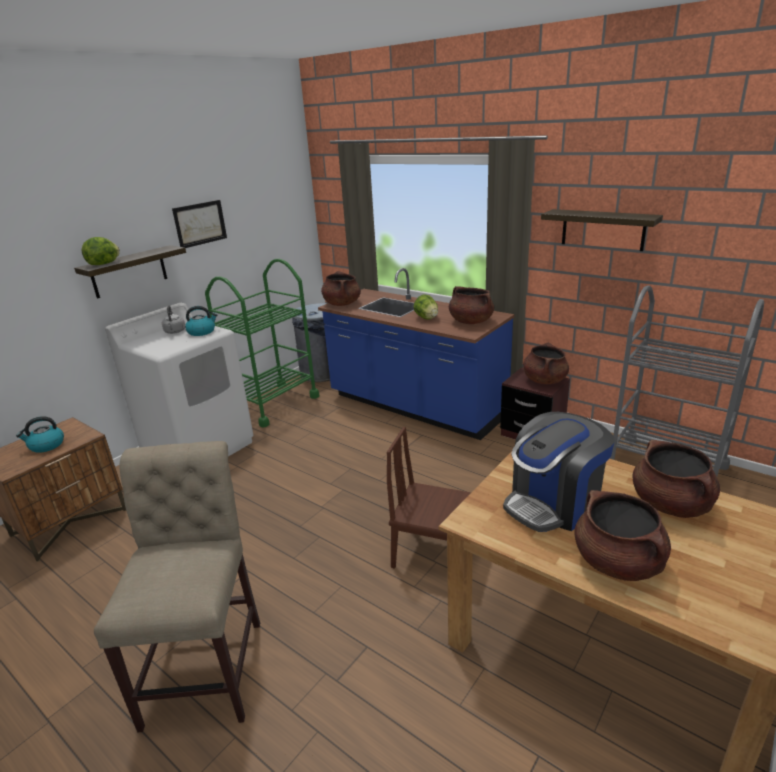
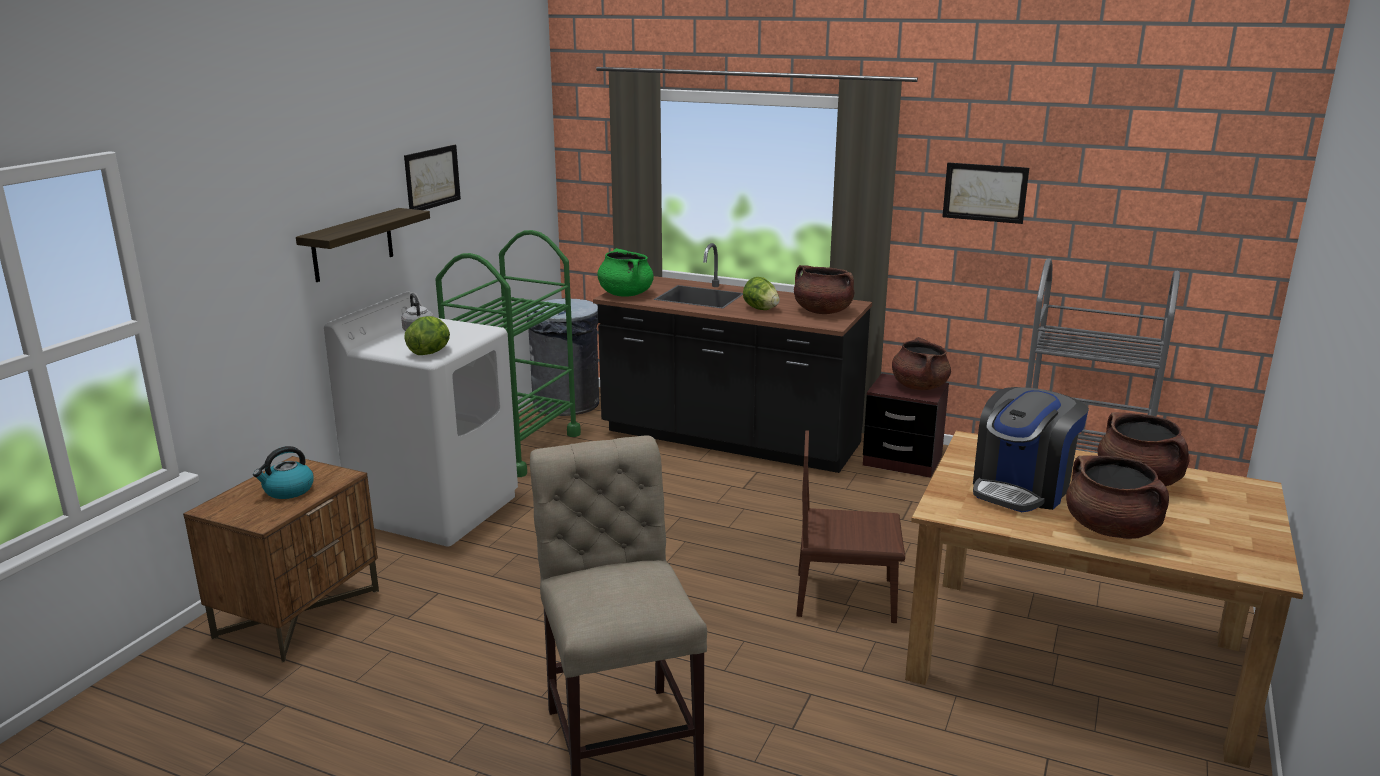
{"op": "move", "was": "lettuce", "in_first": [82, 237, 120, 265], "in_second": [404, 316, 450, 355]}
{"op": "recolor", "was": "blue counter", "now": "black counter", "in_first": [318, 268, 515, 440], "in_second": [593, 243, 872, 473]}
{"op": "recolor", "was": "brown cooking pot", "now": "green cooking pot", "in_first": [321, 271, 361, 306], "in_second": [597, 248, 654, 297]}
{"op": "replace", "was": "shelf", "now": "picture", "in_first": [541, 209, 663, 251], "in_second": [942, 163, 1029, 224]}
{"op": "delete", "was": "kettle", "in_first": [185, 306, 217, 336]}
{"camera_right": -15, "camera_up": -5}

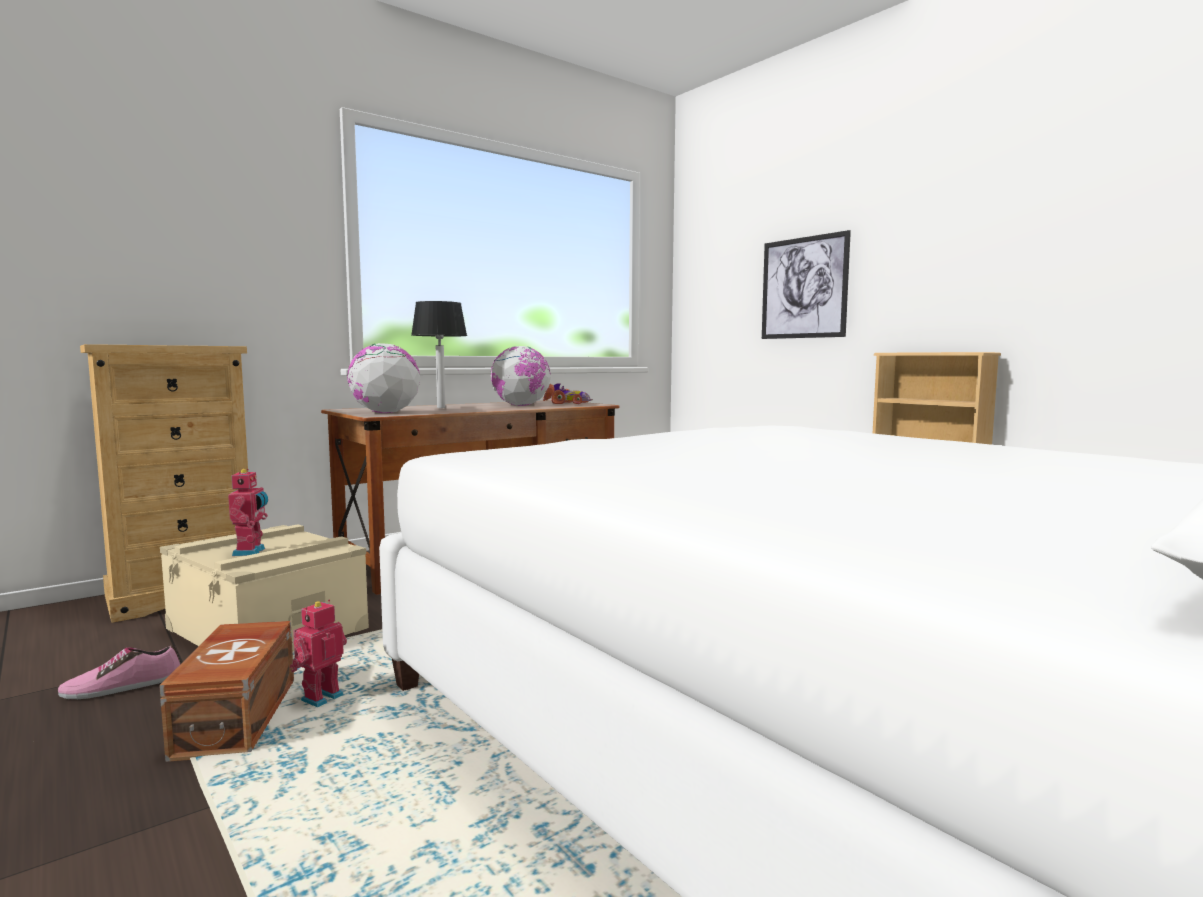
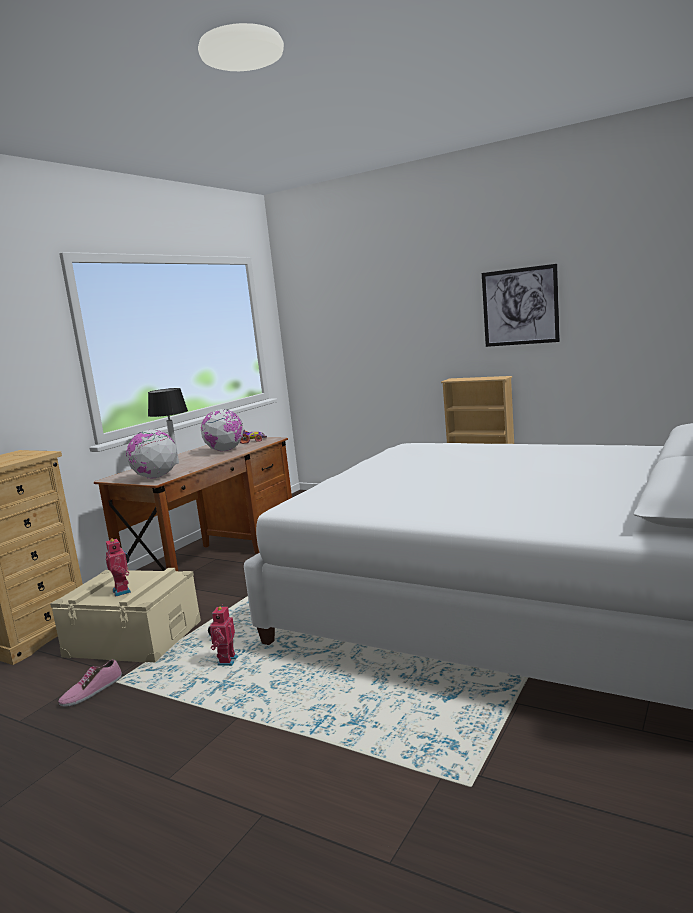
{"op": "move", "was": "picture", "in_first": [762, 230, 851, 339], "in_second": [482, 264, 560, 347]}
{"op": "delete", "was": "brown storage box", "in_first": [159, 621, 294, 762]}
{"camera_right": -20, "camera_up": 5}

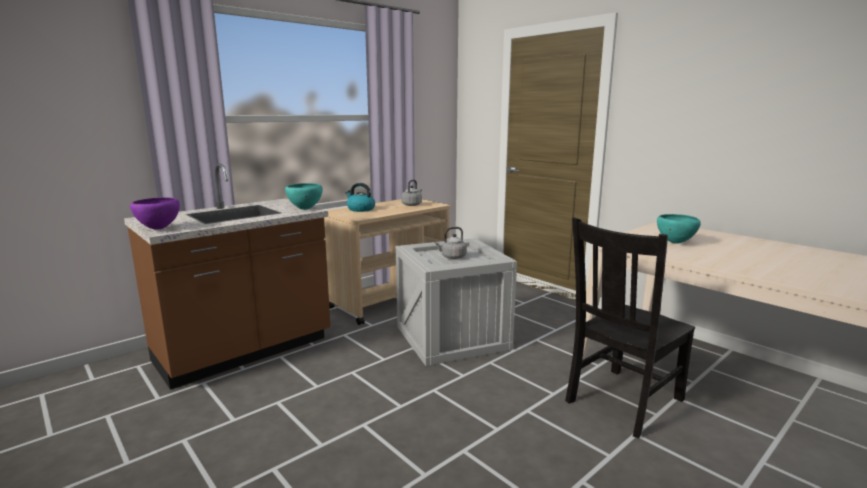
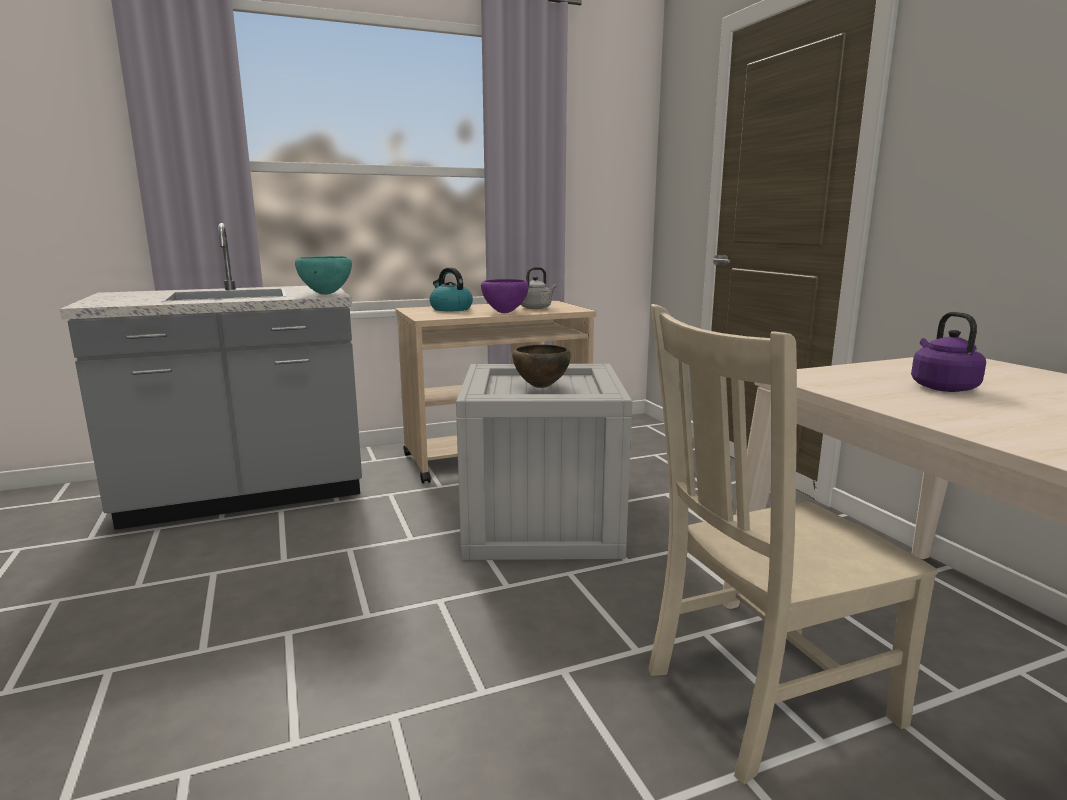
{"op": "recolor", "was": "brown counter", "now": "grey counter", "in_first": [124, 163, 331, 390], "in_second": [59, 223, 362, 530]}
{"op": "move", "was": "purple bowl", "in_first": [130, 197, 180, 230], "in_second": [481, 279, 529, 313]}
{"op": "replace", "was": "grey kettle", "now": "brown bowl", "in_first": [435, 227, 467, 259], "in_second": [512, 345, 571, 388]}
{"op": "recolor", "was": "black chair", "now": "beige chair", "in_first": [565, 217, 695, 438], "in_second": [648, 304, 938, 784]}
{"op": "replace", "was": "turquoise bowl", "now": "purple kettle", "in_first": [657, 214, 701, 244], "in_second": [911, 312, 986, 392]}
{"camera_right": 20, "camera_up": 0}

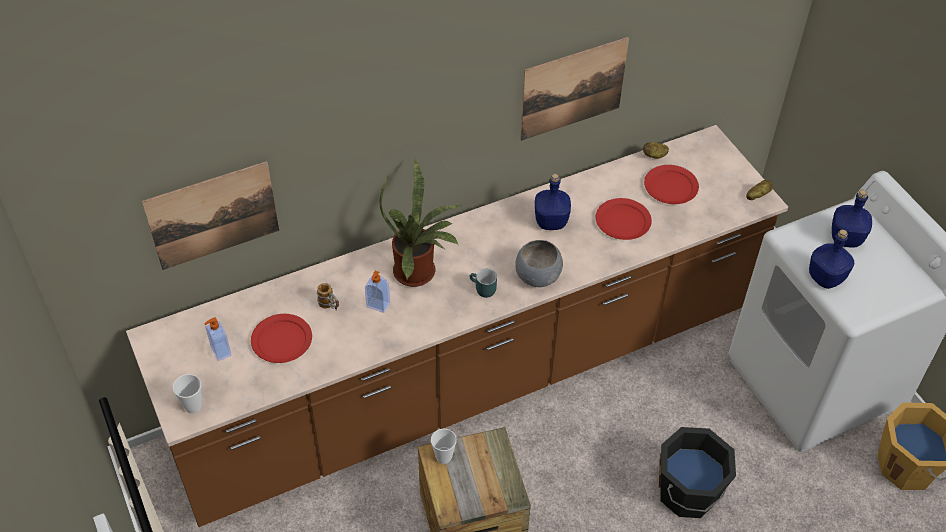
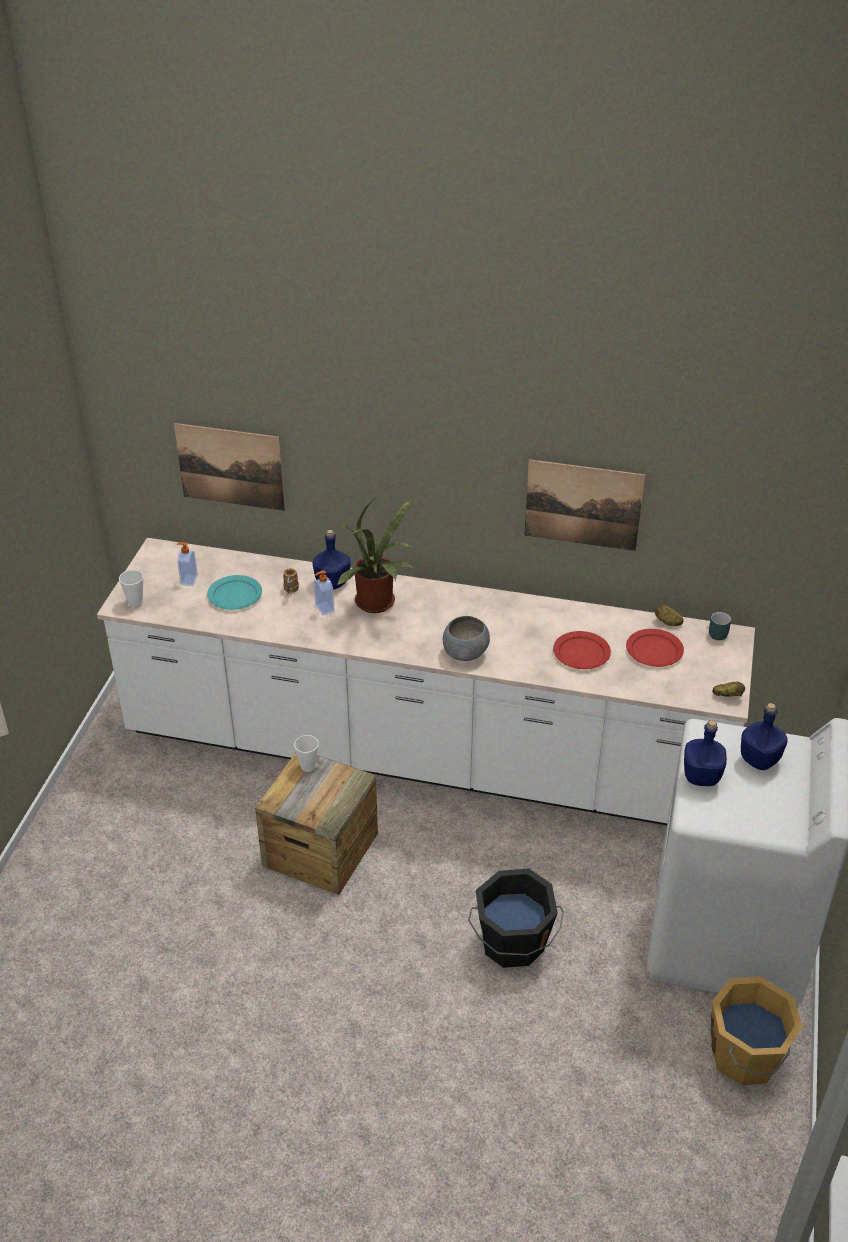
{"op": "recolor", "was": "brown counter", "now": "white counter", "in_first": [126, 125, 788, 527], "in_second": [97, 538, 755, 825]}
{"op": "recolor", "was": "red plate", "now": "turquoise plate", "in_first": [251, 314, 312, 363], "in_second": [207, 575, 262, 610]}
{"op": "move", "was": "blue bottle", "in_first": [535, 174, 571, 230], "in_second": [313, 530, 351, 590]}
{"op": "move", "was": "turquoise mug", "in_first": [470, 269, 497, 298], "in_second": [709, 612, 731, 640]}
{"camera_right": 40, "camera_up": -10}

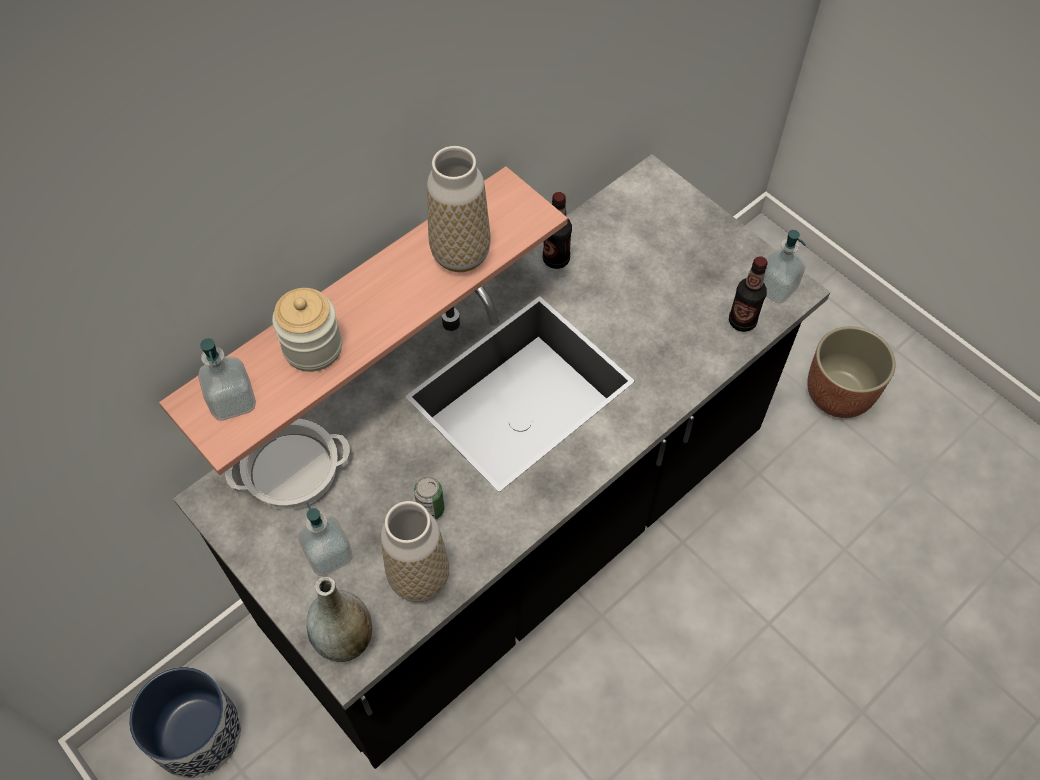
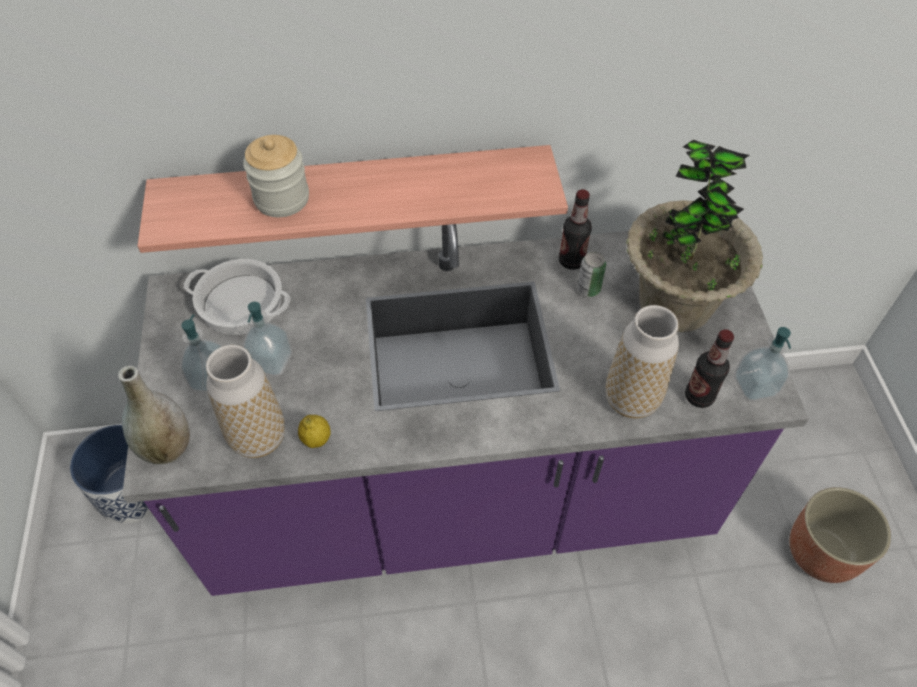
{"op": "recolor", "was": "black counter", "now": "purple counter", "in_first": [173, 154, 830, 769], "in_second": [122, 224, 809, 596]}
{"op": "move", "was": "soap dispenser", "in_first": [198, 338, 256, 421], "in_second": [242, 302, 293, 377]}
{"op": "insert", "now": "lemon", "in_second": [298, 415, 331, 448]}
{"op": "move", "was": "can", "in_first": [414, 476, 445, 520], "in_second": [577, 252, 606, 297]}
{"op": "move", "was": "vase", "in_first": [427, 146, 491, 272], "in_second": [606, 305, 679, 418]}
{"op": "insert", "now": "potted plant", "in_second": [626, 139, 763, 332]}
{"camera_right": 35, "camera_up": -5}

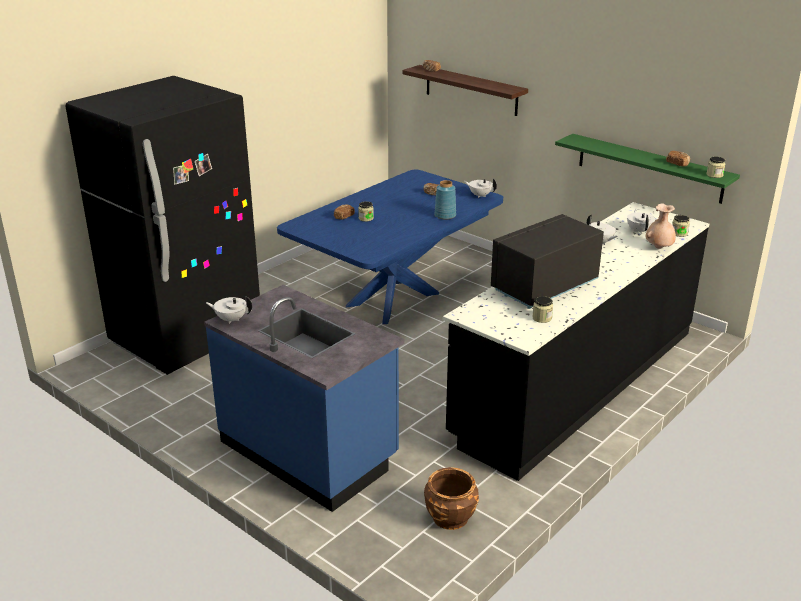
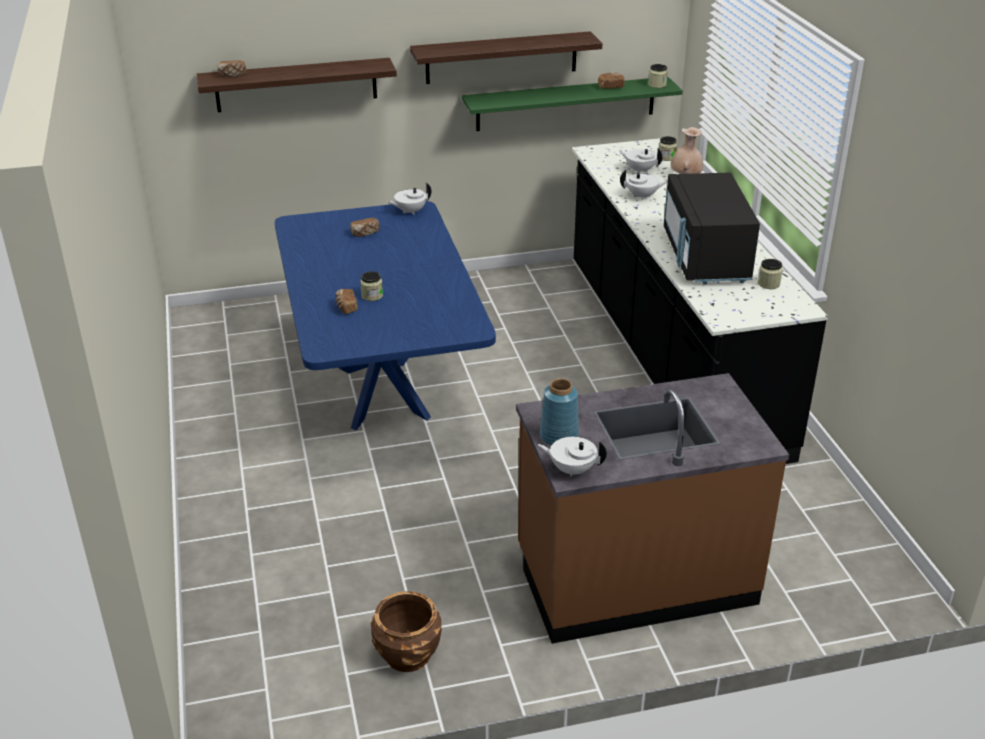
{"op": "move", "was": "brown planter", "in_first": [424, 467, 479, 530], "in_second": [371, 591, 441, 672]}
{"op": "insert", "now": "shelf", "in_second": [410, 31, 602, 84]}
{"op": "recolor", "was": "blue counter", "now": "brown counter", "in_first": [204, 285, 404, 512], "in_second": [516, 373, 789, 644]}
{"op": "rotate", "was": "white teapot", "in_first": [206, 296, 252, 324], "in_second": [538, 437, 607, 477], "clockwise": 60}
{"op": "move", "was": "blue vase", "in_first": [434, 180, 456, 220], "in_second": [540, 378, 579, 446]}
{"op": "delete", "was": "black fridge", "in_first": [66, 76, 260, 375]}
{"camera_right": -55, "camera_up": 5}

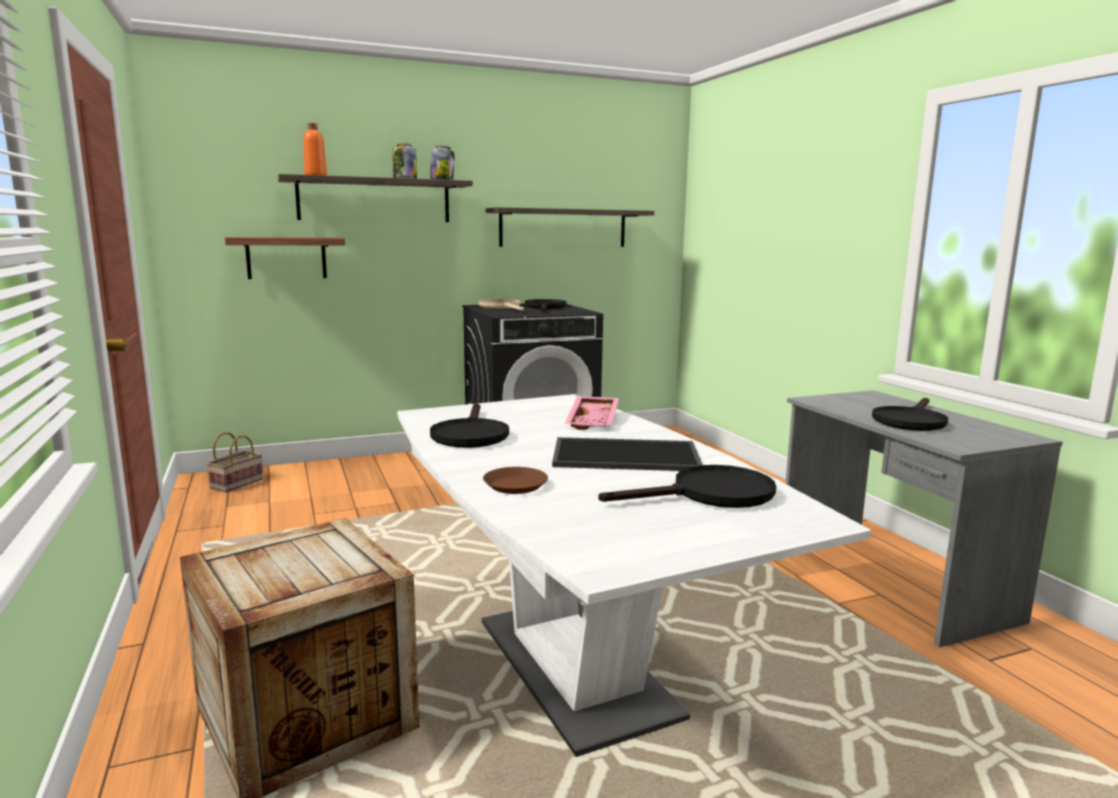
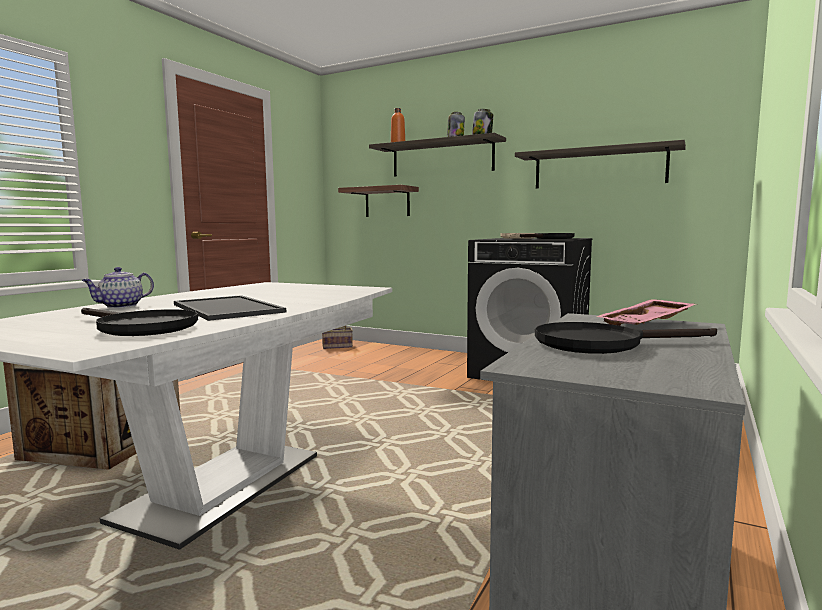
{"op": "replace", "was": "brown plate", "now": "teapot", "in_first": [483, 467, 548, 494], "in_second": [82, 267, 154, 308]}
{"op": "move", "was": "pink tray", "in_first": [565, 396, 619, 430], "in_second": [596, 299, 696, 326]}
{"op": "delete", "was": "black frying pan", "in_first": [430, 403, 509, 448]}
{"camera_right": 50, "camera_up": -5}

